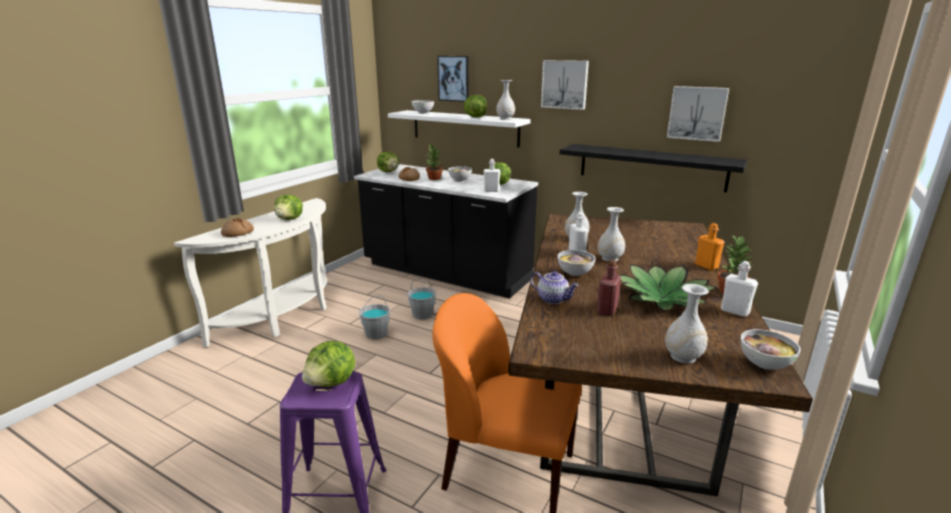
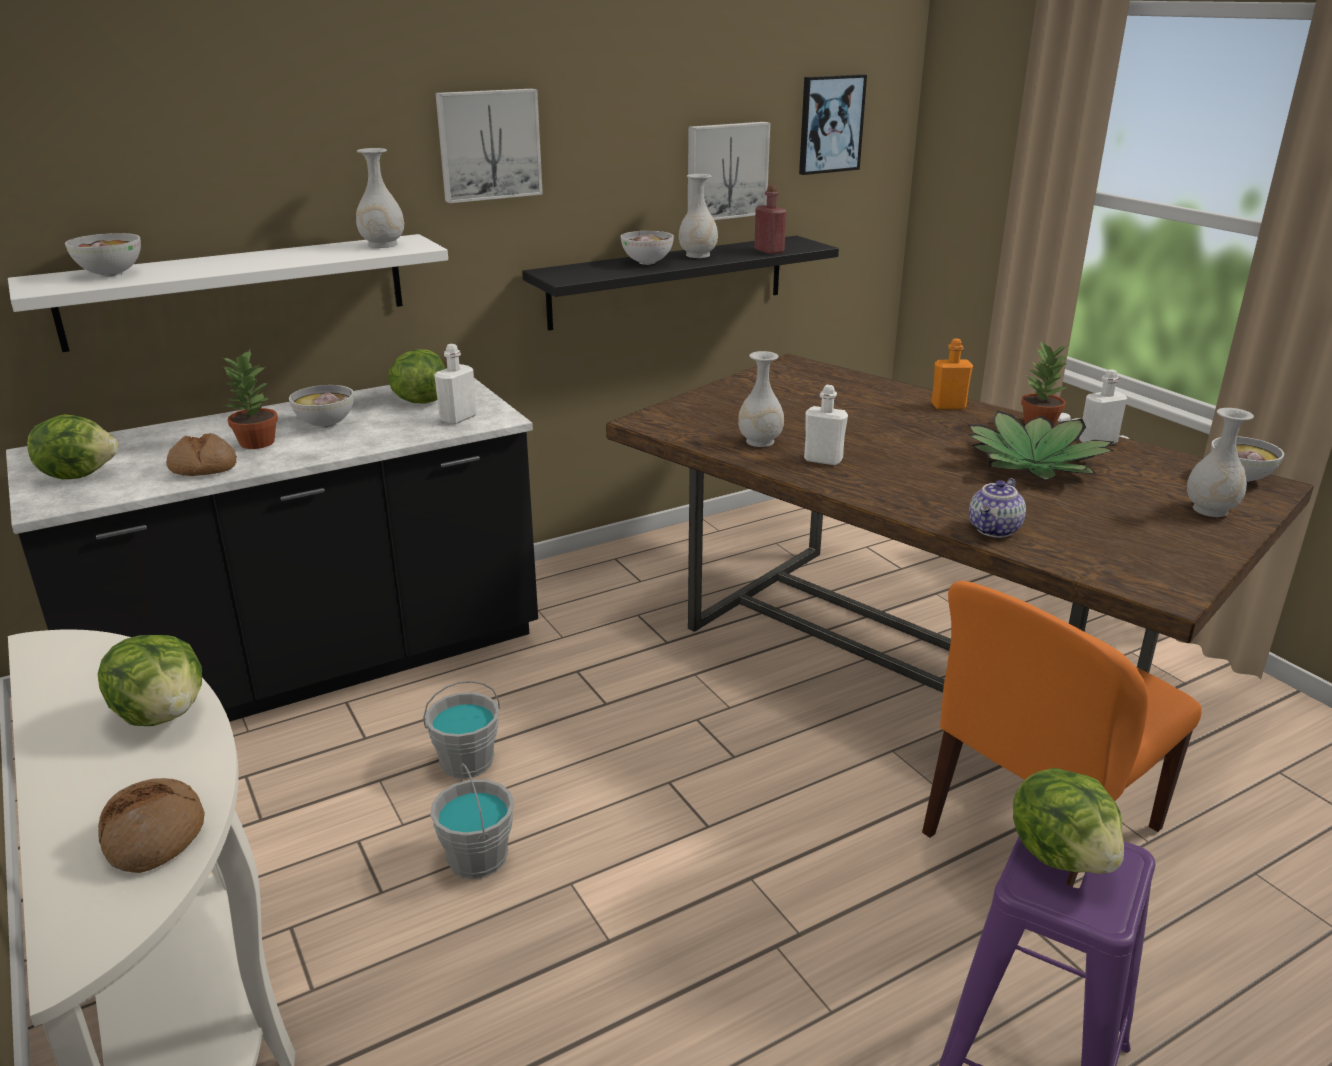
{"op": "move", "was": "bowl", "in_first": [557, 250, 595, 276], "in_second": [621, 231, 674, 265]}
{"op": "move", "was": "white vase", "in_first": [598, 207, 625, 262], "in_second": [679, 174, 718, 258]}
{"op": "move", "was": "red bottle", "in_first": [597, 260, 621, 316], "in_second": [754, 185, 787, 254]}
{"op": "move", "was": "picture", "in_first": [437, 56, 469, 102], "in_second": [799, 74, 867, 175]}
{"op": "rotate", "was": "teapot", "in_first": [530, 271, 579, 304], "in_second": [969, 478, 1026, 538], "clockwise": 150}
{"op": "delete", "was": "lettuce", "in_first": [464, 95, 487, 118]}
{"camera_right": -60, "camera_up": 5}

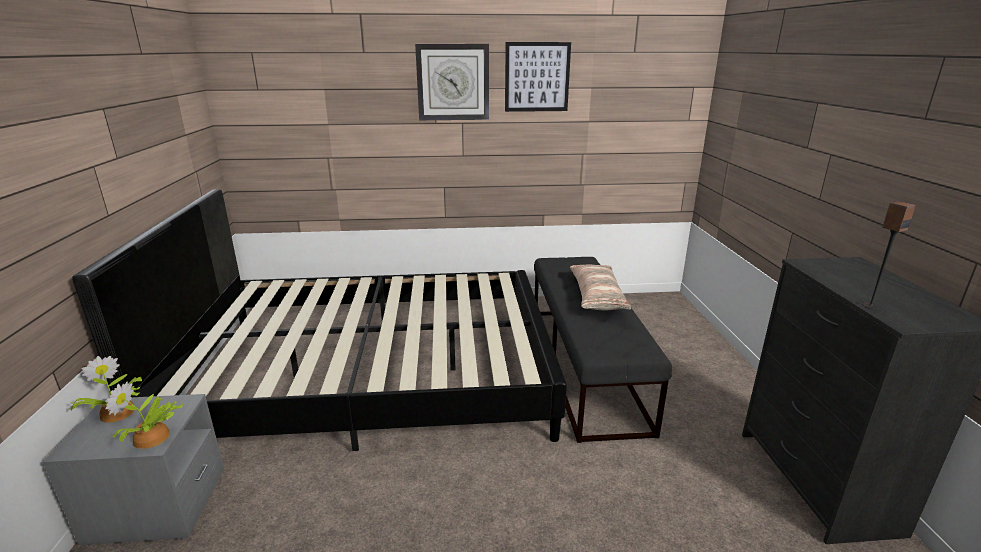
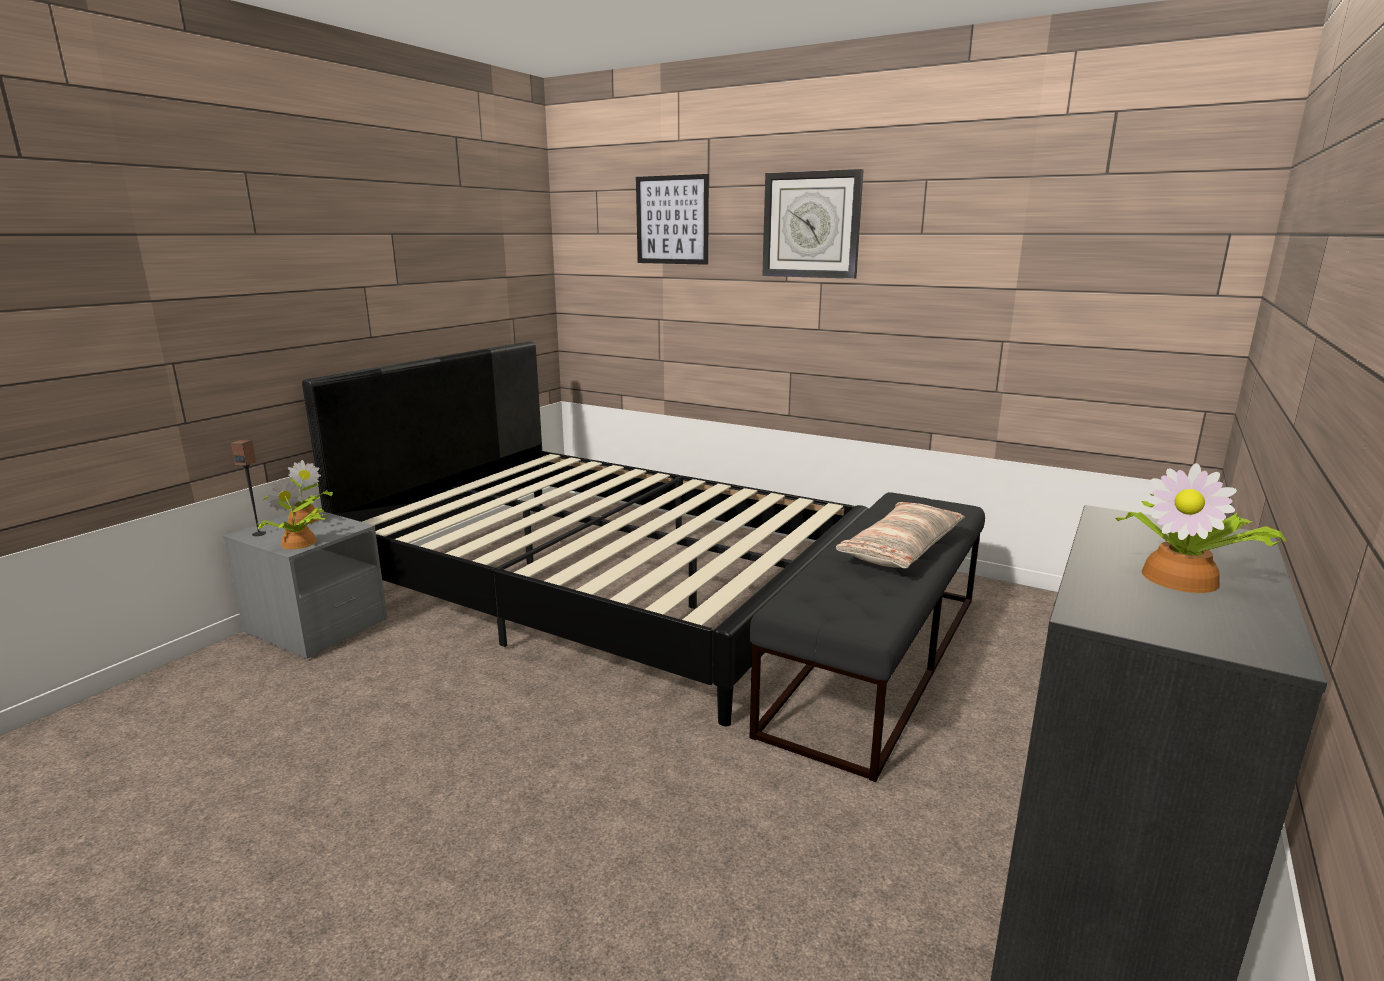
{"op": "move", "was": "speaker", "in_first": [862, 201, 916, 309], "in_second": [231, 440, 266, 536]}
{"op": "move", "was": "picture", "in_first": [505, 42, 571, 112], "in_second": [636, 174, 709, 265]}
{"op": "insert", "now": "potted plant", "in_second": [1116, 463, 1286, 593]}
{"camera_right": 35, "camera_up": -5}

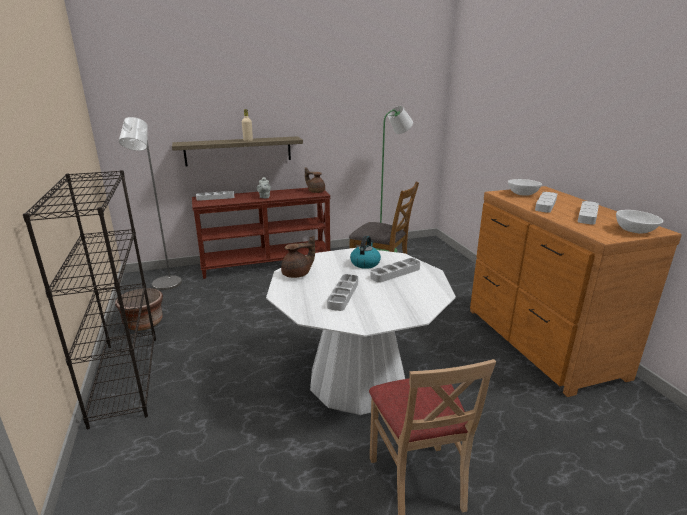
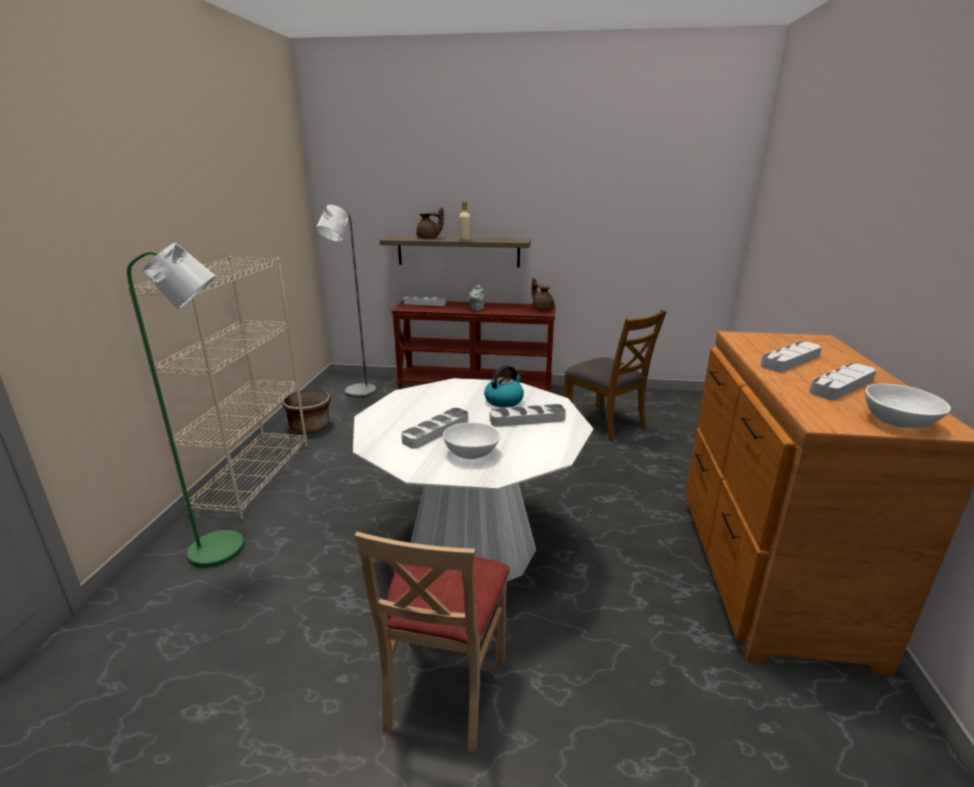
{"op": "move", "was": "green floor lamp", "in_first": [375, 106, 413, 252], "in_second": [127, 243, 244, 568]}
{"op": "recolor", "was": "black bookcase", "now": "beige bookcase", "in_first": [23, 170, 156, 429], "in_second": [128, 256, 308, 520]}
{"op": "move", "was": "brown teapot", "in_first": [281, 235, 315, 278], "in_second": [416, 207, 444, 239]}
{"op": "move", "was": "white bowl", "in_first": [508, 179, 542, 196], "in_second": [443, 422, 500, 459]}
{"camera_right": 25, "camera_up": 0}

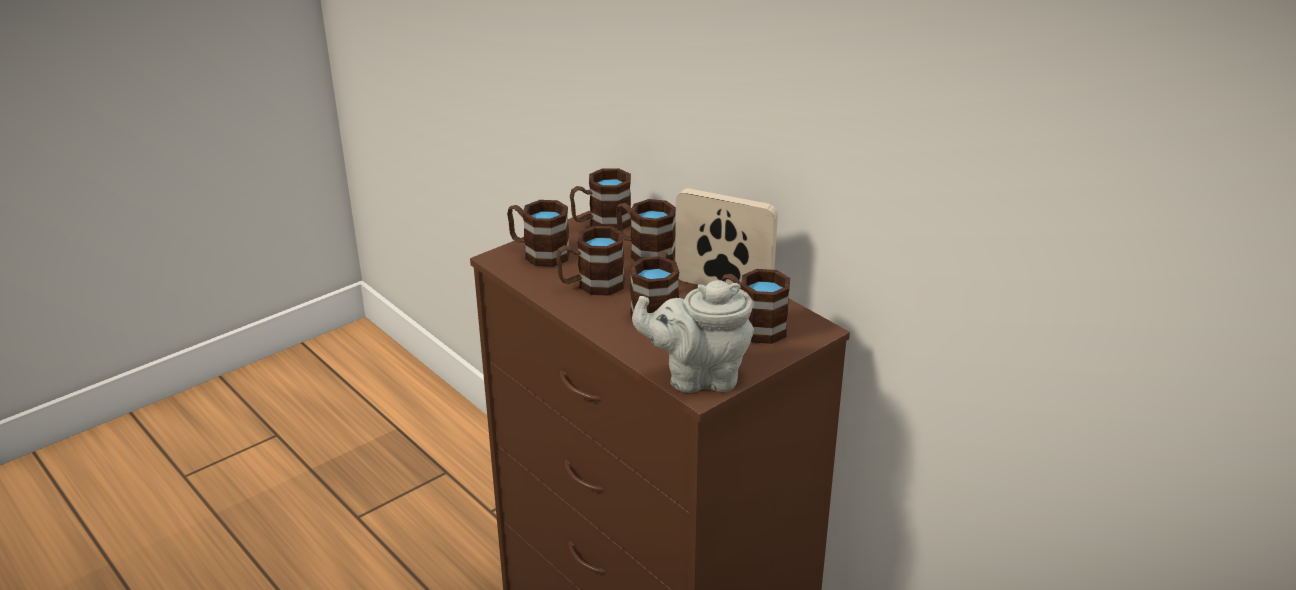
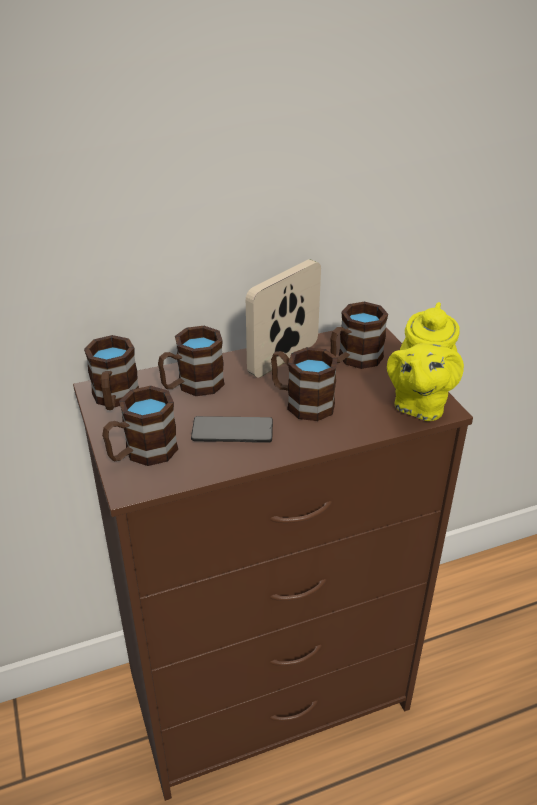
{"op": "replace", "was": "brown mug", "now": "phone", "in_first": [556, 226, 625, 295], "in_second": [191, 416, 273, 443]}
{"op": "recolor", "was": "grey teapot", "now": "yellow teapot", "in_first": [632, 280, 754, 393], "in_second": [387, 302, 464, 421]}
{"camera_right": -70, "camera_up": 5}

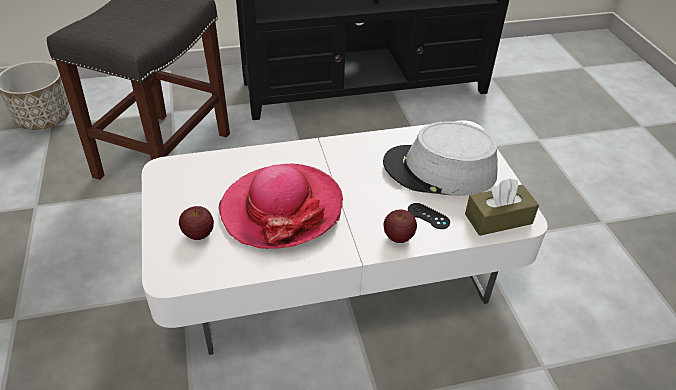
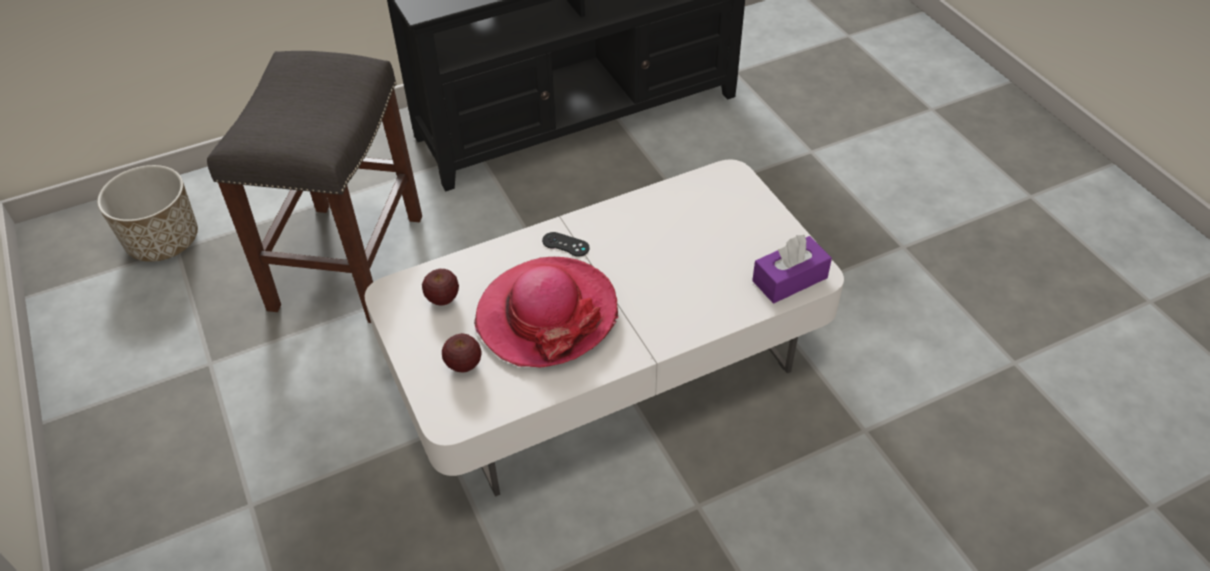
{"op": "move", "was": "apple", "in_first": [383, 209, 417, 243], "in_second": [422, 269, 459, 306]}
{"op": "move", "was": "black game controller", "in_first": [408, 203, 450, 229], "in_second": [542, 232, 590, 257]}
{"op": "recolor", "was": "brown tissue box", "now": "purple tissue box", "in_first": [465, 178, 539, 236], "in_second": [752, 235, 832, 303]}
{"op": "delete", "was": "grey hat", "in_first": [383, 121, 498, 196]}
{"camera_right": -10, "camera_up": 5}

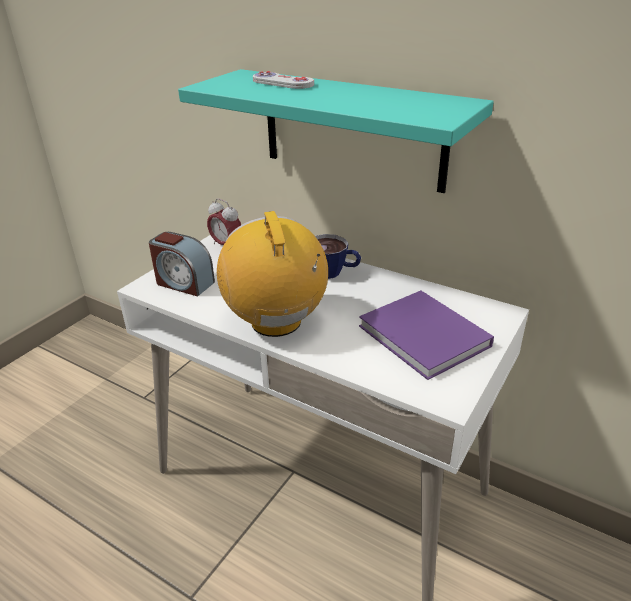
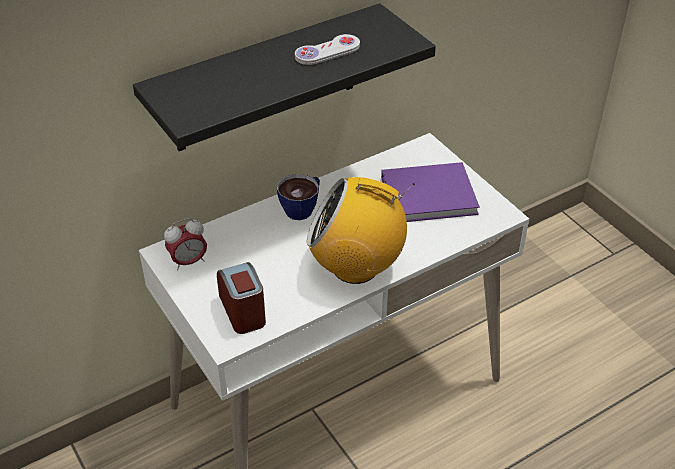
{"op": "recolor", "was": "turquoise shelf", "now": "black shelf", "in_first": [178, 69, 494, 193], "in_second": [133, 3, 436, 151]}
{"op": "rotate", "was": "alarm clock", "in_first": [149, 232, 215, 296], "in_second": [217, 262, 266, 334], "clockwise": -75}
{"op": "move", "was": "white game controller", "in_first": [253, 71, 314, 89], "in_second": [295, 34, 360, 65]}
{"camera_right": -65, "camera_up": 10}

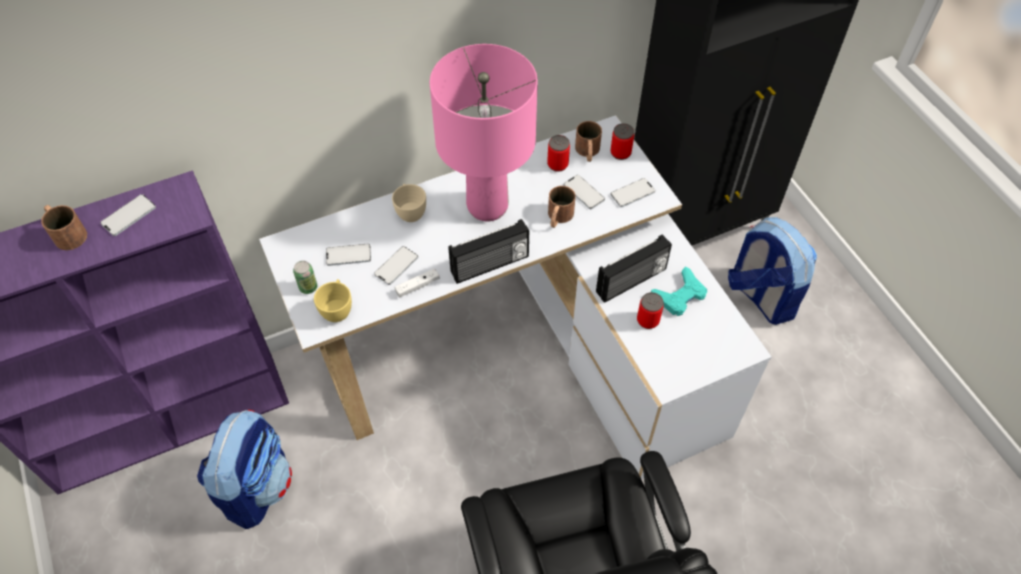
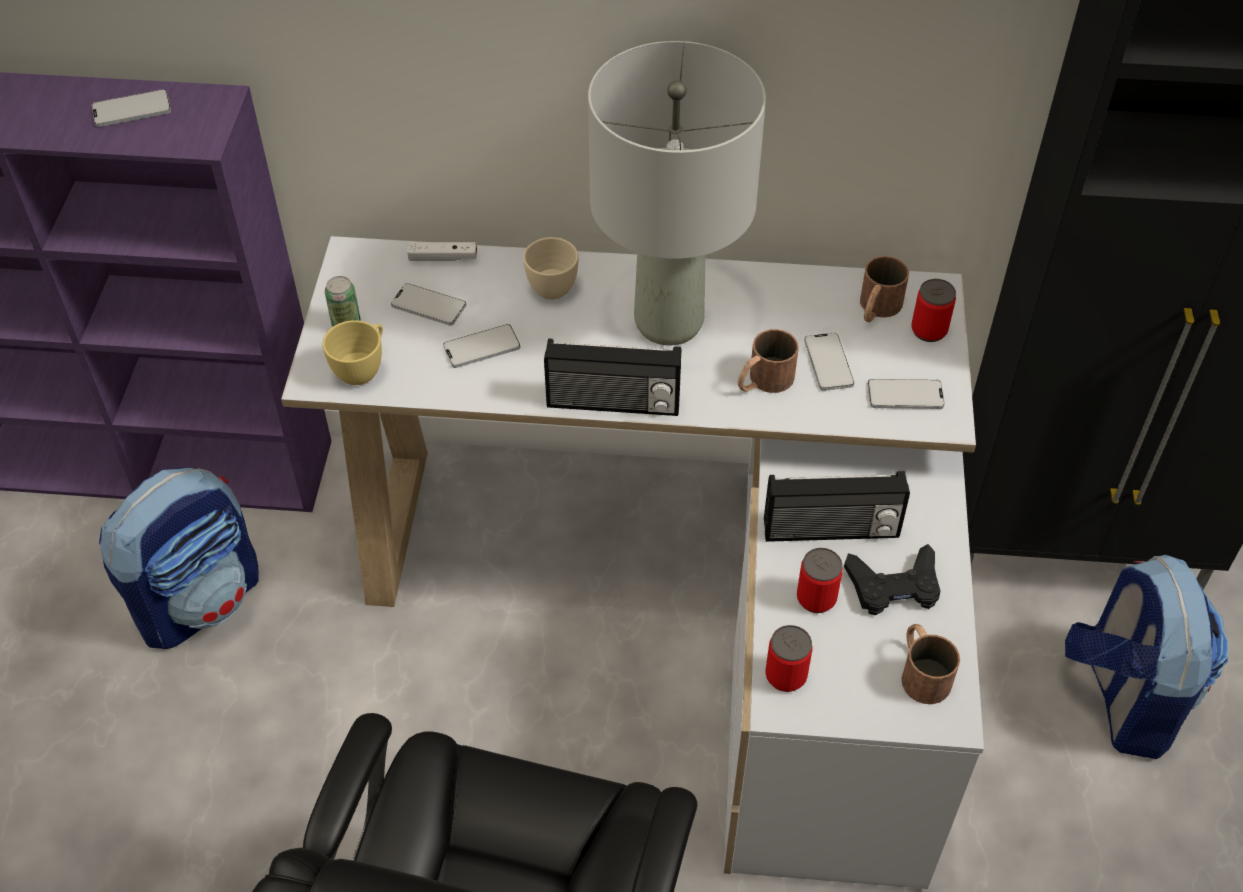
{"op": "move", "was": "white game controller", "in_first": [394, 269, 439, 298], "in_second": [407, 242, 477, 261]}
{"op": "recolor", "was": "pink table lamp", "now": "grey table lamp", "in_first": [430, 44, 538, 221], "in_second": [588, 41, 766, 346]}
{"op": "move", "was": "can", "in_first": [547, 135, 570, 172], "in_second": [765, 625, 812, 692]}
{"op": "recolor", "was": "turquoise game controller", "now": "black game controller", "in_first": [651, 266, 707, 316], "in_second": [844, 544, 940, 615]}
{"op": "move", "was": "brown mug", "in_first": [41, 205, 87, 250], "in_second": [902, 624, 960, 704]}
{"camera_right": 30, "camera_up": -5}

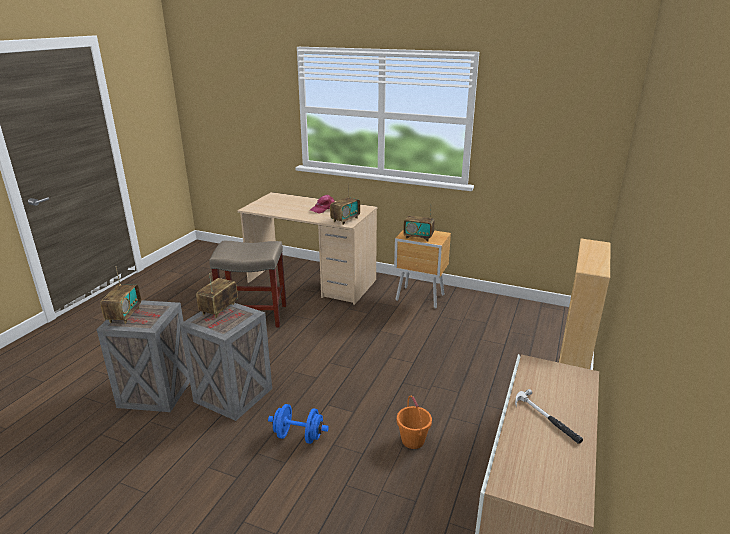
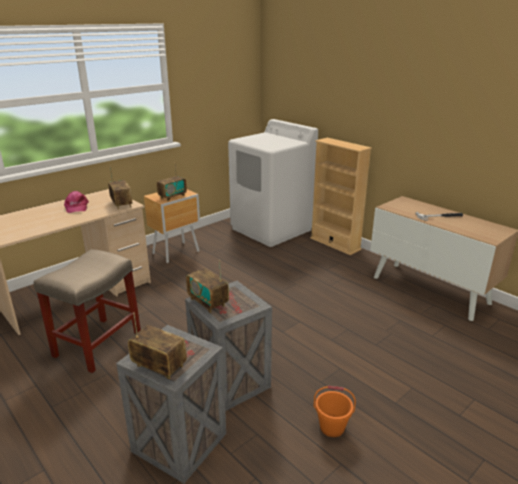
{"op": "insert", "now": "white washing machine", "in_second": [228, 119, 318, 247]}
{"op": "move", "was": "orange bucket", "in_first": [397, 395, 432, 449], "in_second": [314, 386, 356, 437]}
{"op": "delete", "was": "blue dumbbell", "in_first": [268, 404, 329, 444]}
{"camera_right": -65, "camera_up": 0}

